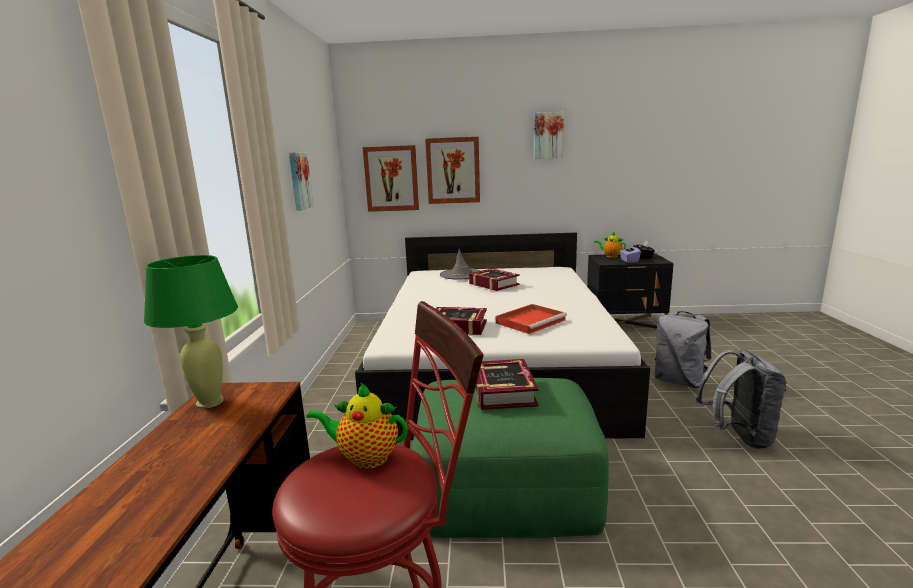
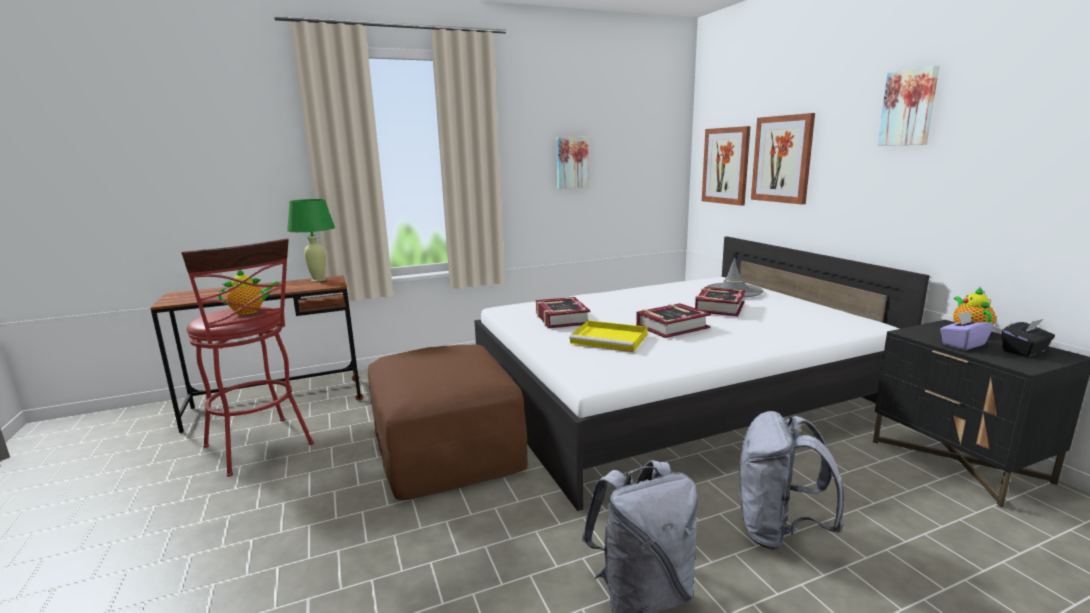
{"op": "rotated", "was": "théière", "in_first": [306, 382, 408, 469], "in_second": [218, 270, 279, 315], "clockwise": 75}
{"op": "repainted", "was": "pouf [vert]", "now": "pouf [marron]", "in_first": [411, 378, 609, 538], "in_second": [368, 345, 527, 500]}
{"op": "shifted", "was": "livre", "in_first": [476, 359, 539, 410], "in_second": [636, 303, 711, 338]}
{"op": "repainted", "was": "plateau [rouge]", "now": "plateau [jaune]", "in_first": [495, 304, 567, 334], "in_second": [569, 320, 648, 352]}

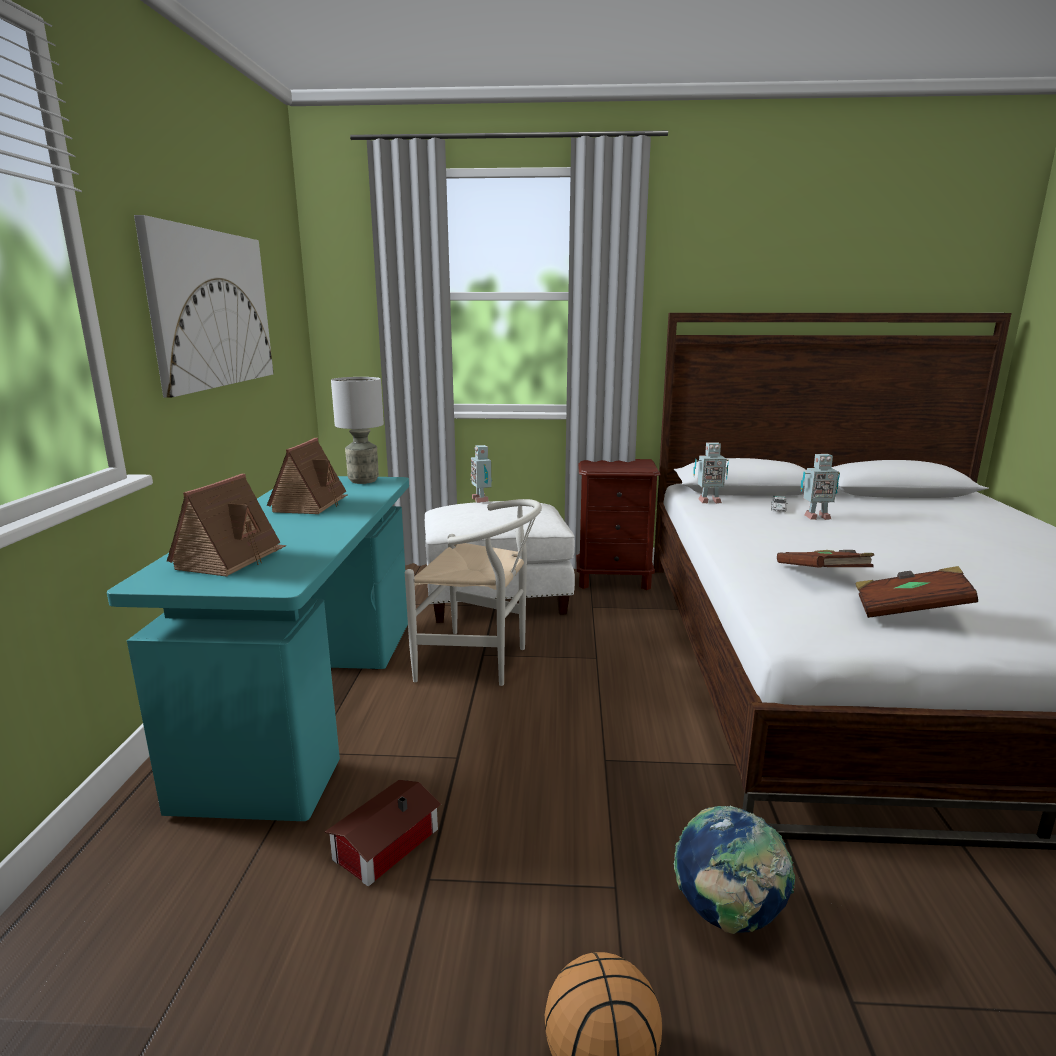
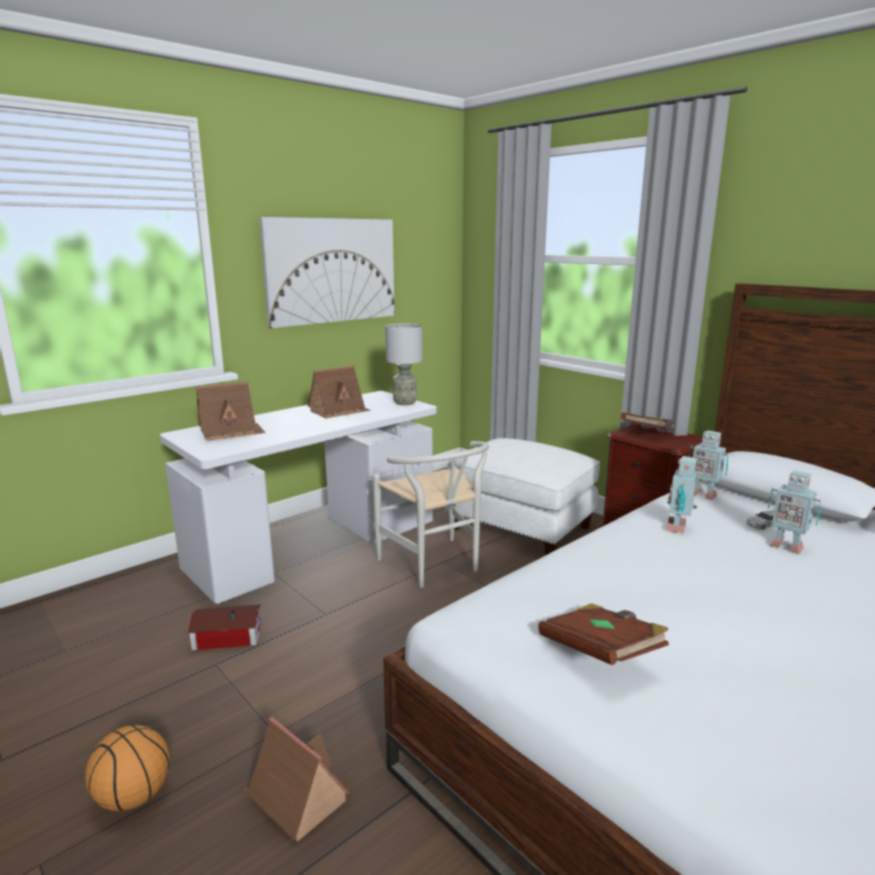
{"op": "repainted", "was": "bureau [turquoise]", "now": "bureau [blanc]", "in_first": [107, 476, 409, 821], "in_second": [160, 391, 437, 604]}
{"op": "shifted", "was": "robot jouet", "in_first": [471, 445, 492, 503], "in_second": [666, 456, 697, 533]}
{"op": "swapped", "was": "globe", "now": "maison miniature", "in_first": [674, 806, 795, 934], "in_second": [244, 717, 351, 842]}
{"op": "shifted", "was": "livre [marron]", "in_first": [777, 550, 874, 568], "in_second": [621, 412, 674, 431]}

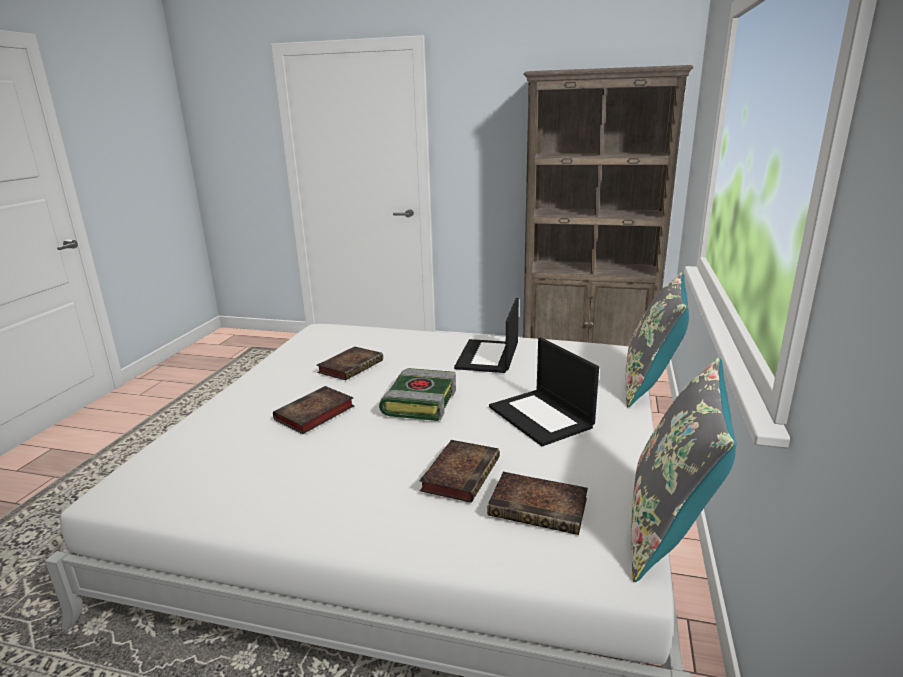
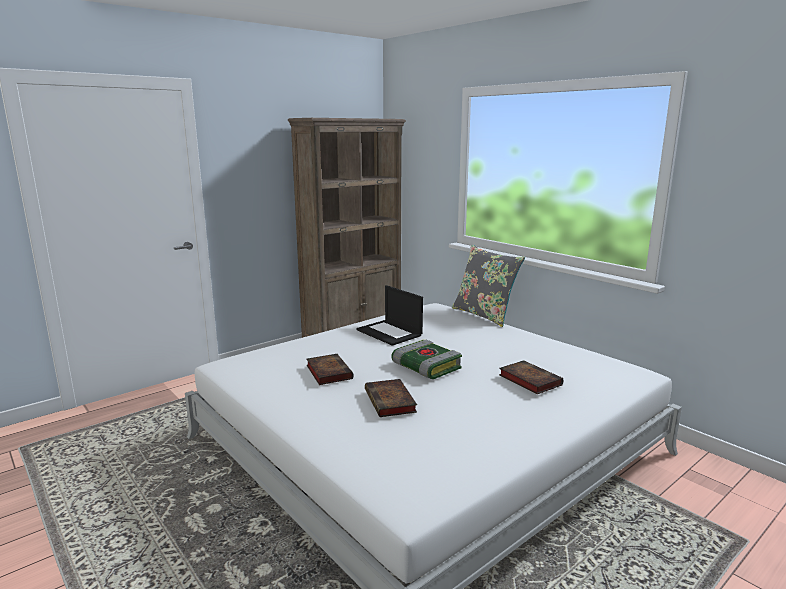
{"op": "gone", "was": "livre", "in_first": [487, 472, 588, 535]}
{"op": "gone", "was": "ordinateur portable", "in_first": [489, 337, 599, 446]}
{"op": "gone", "was": "coussin [gris]", "in_first": [631, 357, 737, 582]}

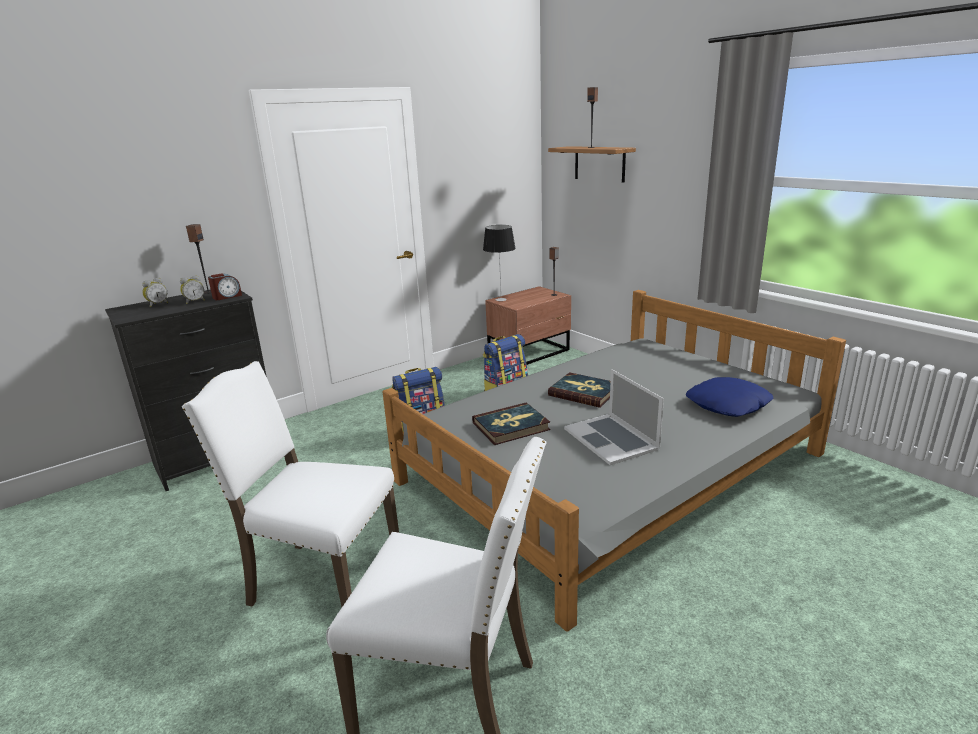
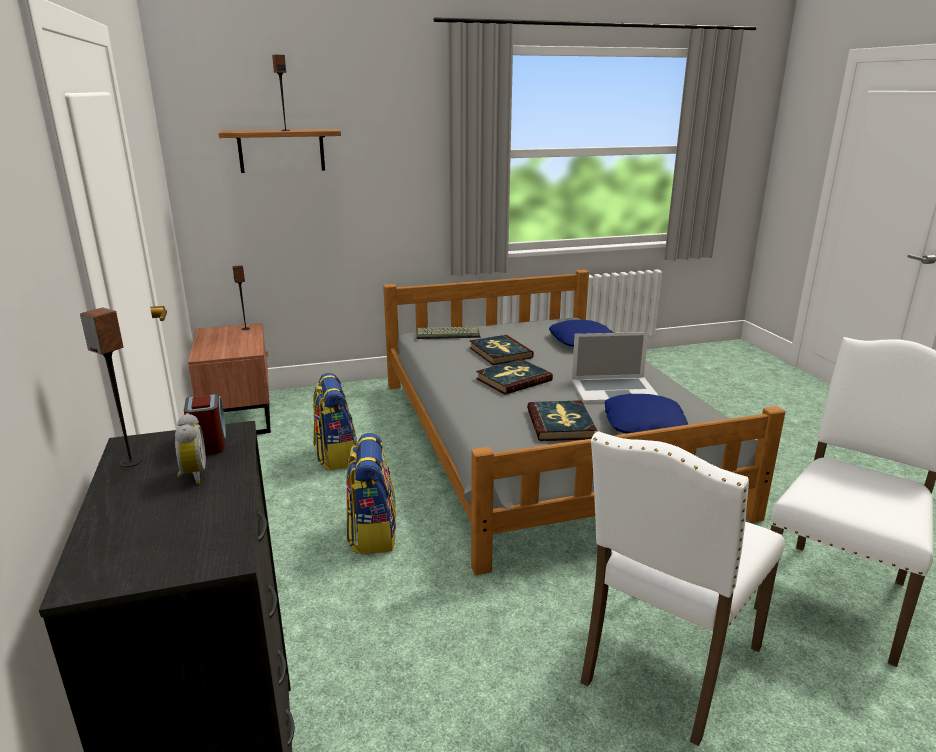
{"op": "gone", "was": "réveil", "in_first": [142, 278, 168, 307]}
{"op": "gone", "was": "lampe de table", "in_first": [483, 225, 516, 301]}
{"op": "new", "now": "clavier", "in_second": [416, 327, 480, 339]}
{"op": "new", "now": "livre", "in_second": [469, 335, 534, 365]}
{"op": "new", "now": "coussin [bleu]", "in_second": [605, 394, 688, 434]}

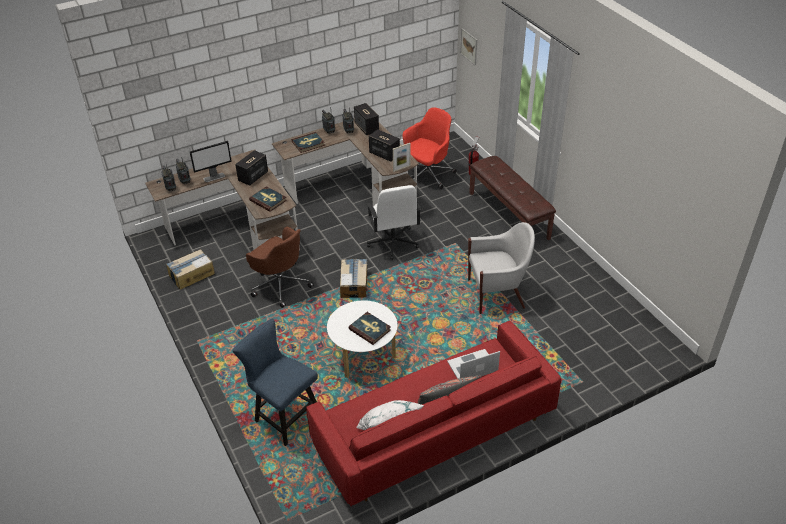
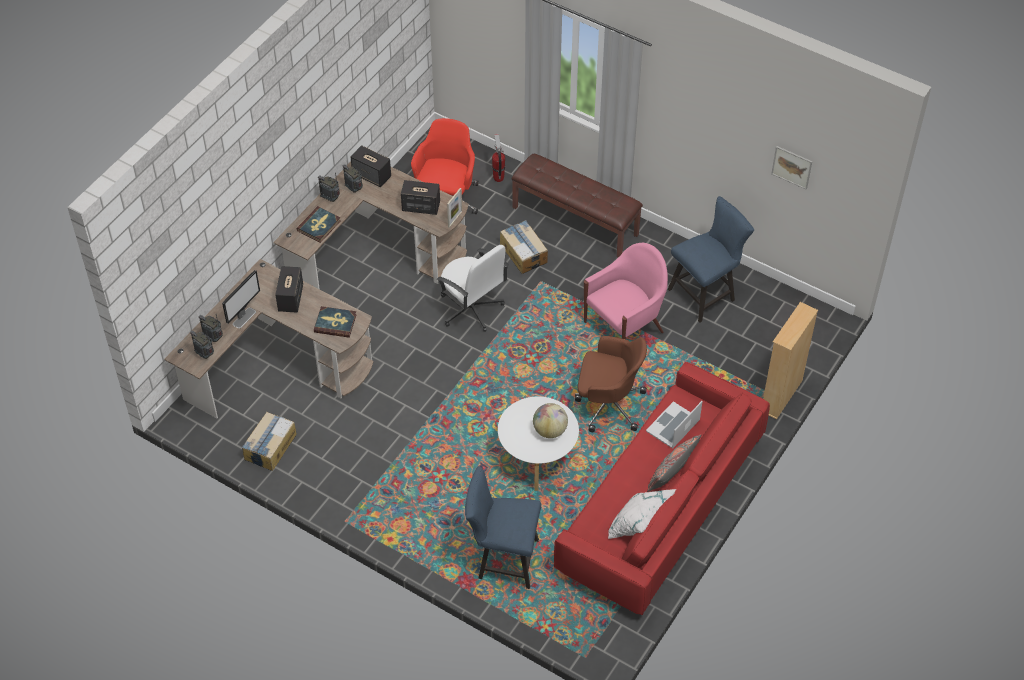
{"op": "shifted", "was": "chaise de bureau [marron]", "in_first": [246, 227, 314, 308], "in_second": [575, 336, 647, 432]}
{"op": "shifted", "was": "carton", "in_first": [340, 259, 367, 298], "in_second": [500, 220, 548, 274]}
{"op": "swapped", "was": "livre", "now": "globe", "in_first": [349, 312, 391, 345], "in_second": [533, 403, 568, 438]}
{"op": "shifted", "was": "tableau", "in_first": [460, 28, 477, 65], "in_second": [771, 146, 812, 189]}
{"op": "repainted", "was": "fauteuil [blanc]", "now": "fauteuil [rose]", "in_first": [468, 222, 535, 314], "in_second": [584, 243, 668, 340]}
{"op": "new", "now": "chaise [bleu]", "in_second": [668, 196, 754, 322]}
{"op": "new", "now": "bibliothèque [beige]", "in_second": [763, 302, 818, 420]}

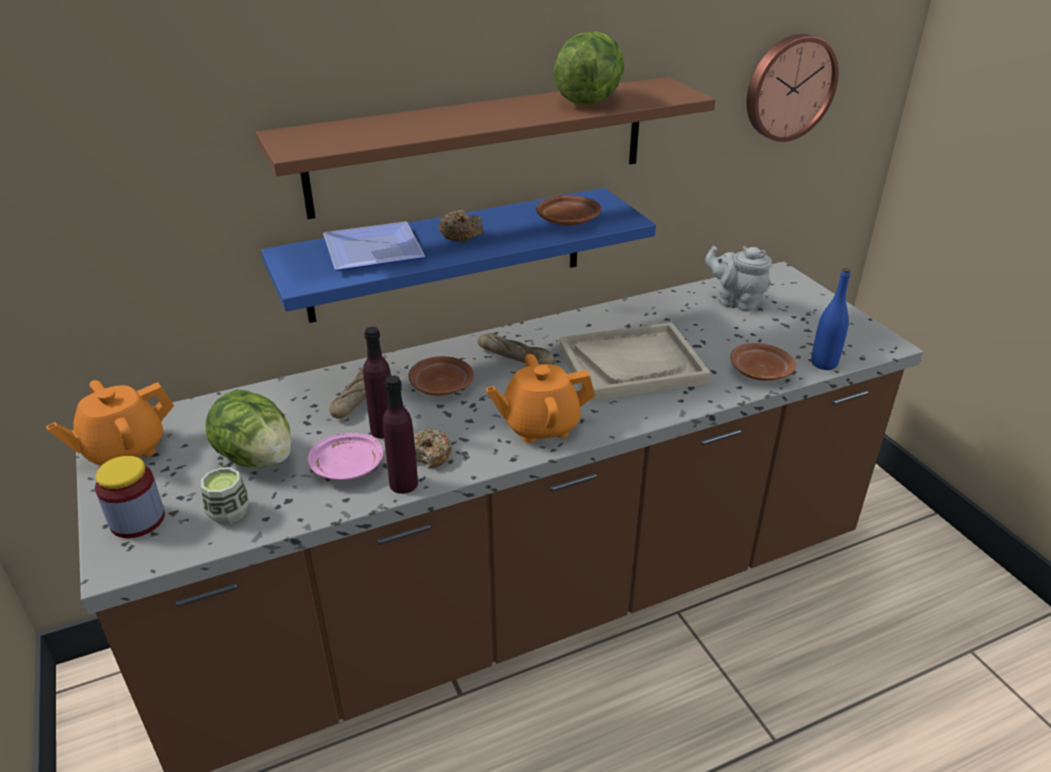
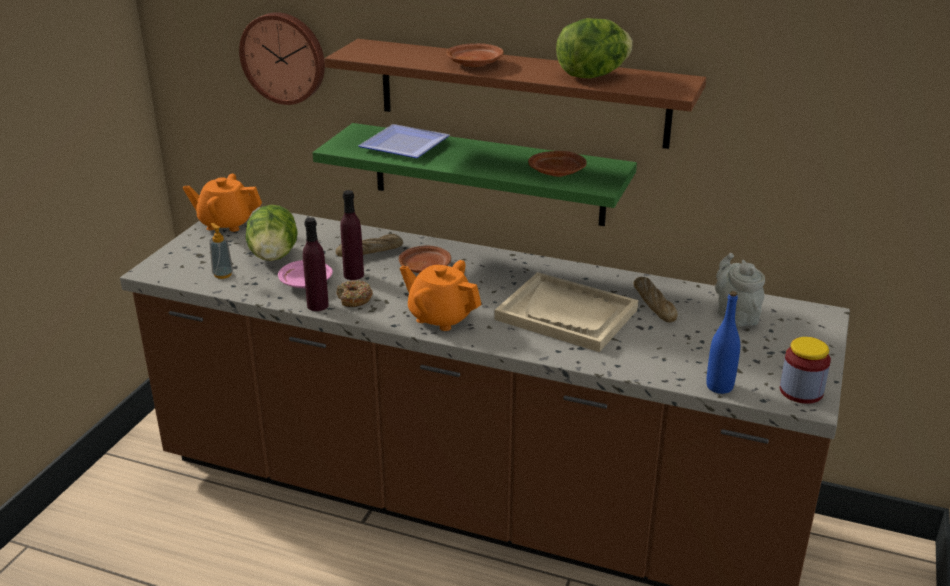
{"op": "shifted", "was": "bocal", "in_first": [95, 456, 165, 538], "in_second": [780, 337, 831, 404]}
{"op": "swapped", "was": "tasse", "now": "distributeur de savon", "in_first": [201, 467, 249, 524], "in_second": [209, 223, 233, 279]}
{"op": "repainted", "was": "étagère [bleu]", "now": "étagère [vert]", "in_first": [261, 188, 656, 323], "in_second": [313, 123, 637, 226]}
{"op": "gone", "was": "beignet", "in_first": [438, 210, 483, 242]}
{"op": "shifted", "was": "pain", "in_first": [477, 333, 555, 365], "in_second": [634, 277, 678, 322]}
{"op": "shifted", "was": "assiette [marron]", "in_first": [730, 343, 796, 381], "in_second": [446, 43, 504, 67]}
{"op": "shifted", "was": "horloge murale", "in_first": [747, 34, 839, 142], "in_second": [239, 12, 325, 105]}

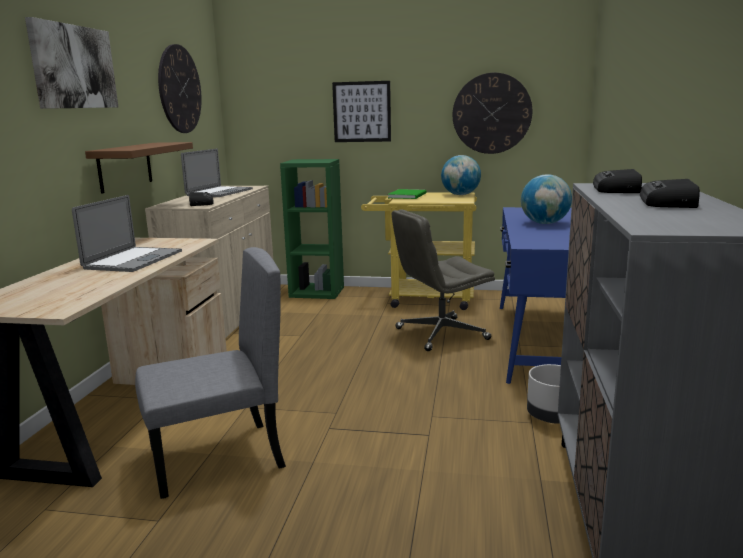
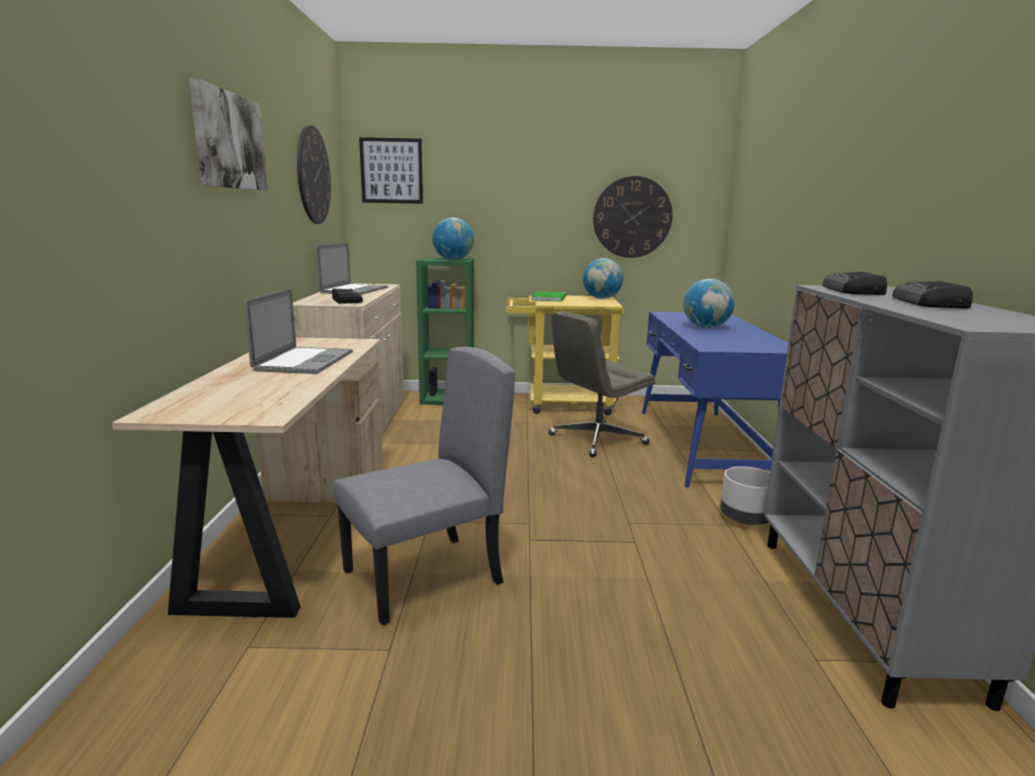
{"op": "gone", "was": "étagère [marron]", "in_first": [85, 142, 193, 194]}
{"op": "shifted", "was": "tableau", "in_first": [332, 81, 391, 142], "in_second": [359, 137, 423, 204]}
{"op": "new", "now": "globe", "in_second": [432, 218, 474, 260]}

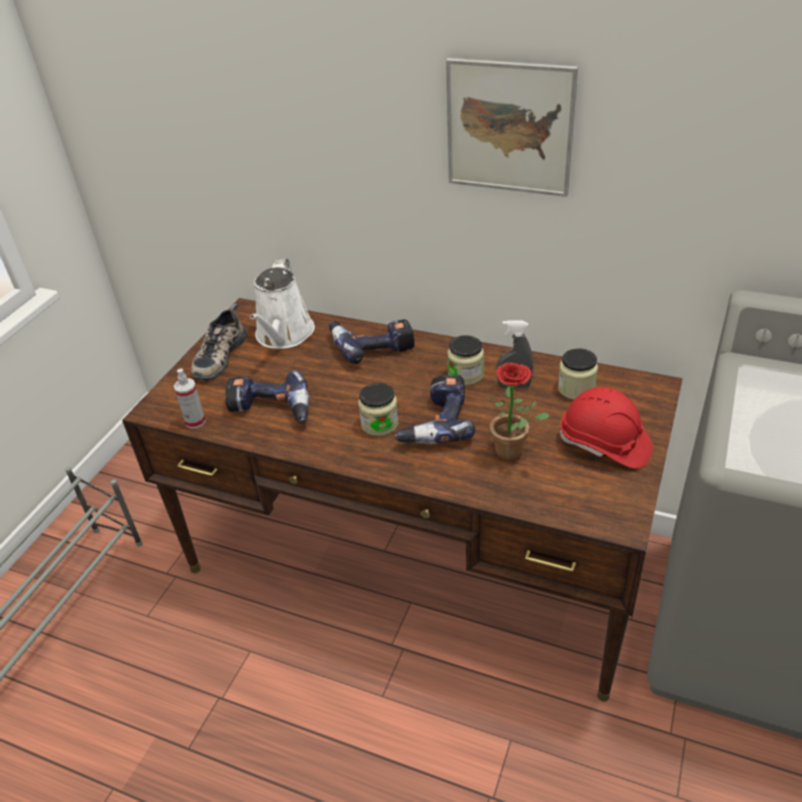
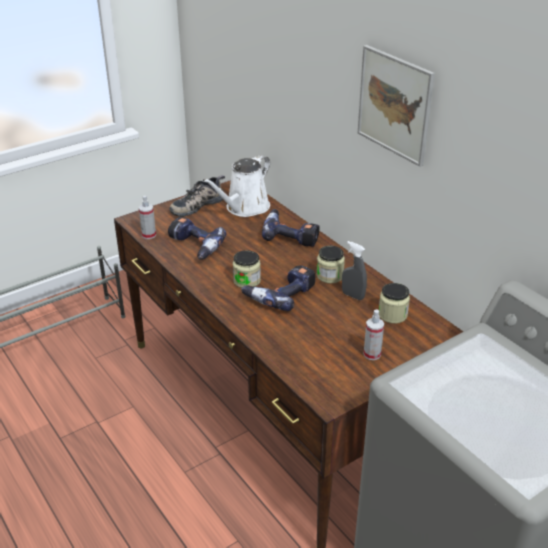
{"op": "gone", "was": "plante en pot", "in_first": [486, 363, 549, 461]}
{"op": "swapped", "was": "casque de chantier [rouge]", "now": "vaporisateur", "in_first": [559, 387, 653, 469], "in_second": [364, 309, 384, 360]}

